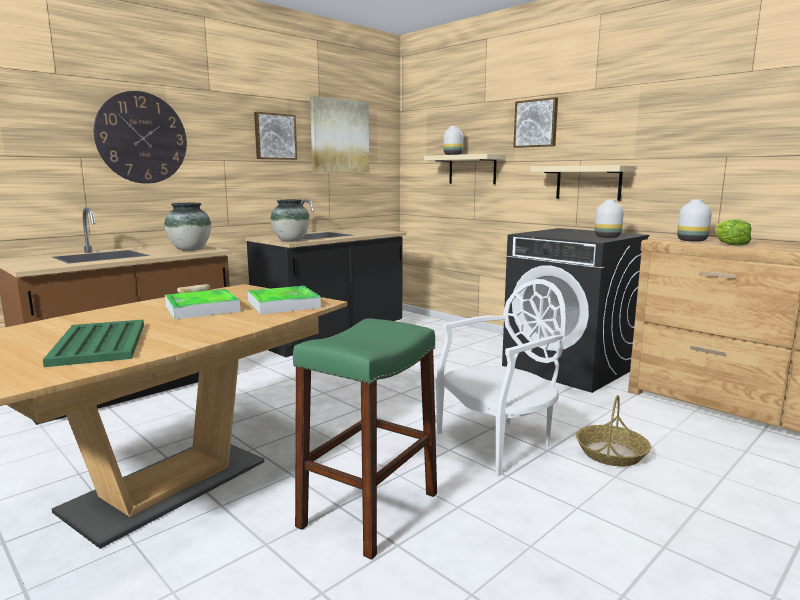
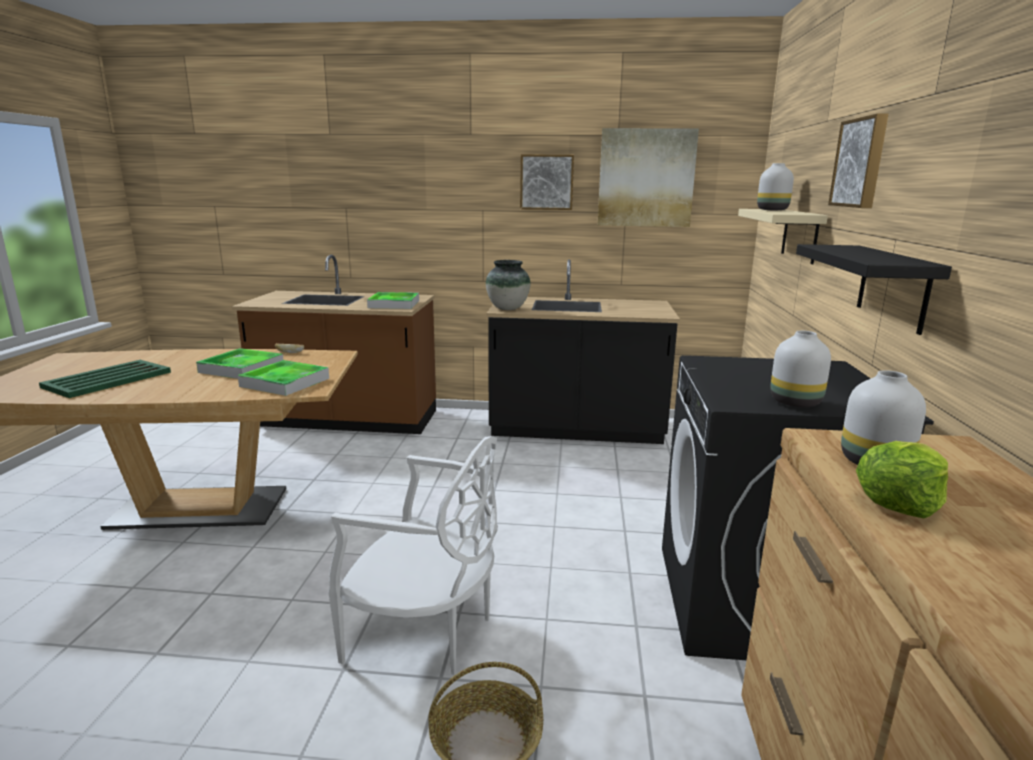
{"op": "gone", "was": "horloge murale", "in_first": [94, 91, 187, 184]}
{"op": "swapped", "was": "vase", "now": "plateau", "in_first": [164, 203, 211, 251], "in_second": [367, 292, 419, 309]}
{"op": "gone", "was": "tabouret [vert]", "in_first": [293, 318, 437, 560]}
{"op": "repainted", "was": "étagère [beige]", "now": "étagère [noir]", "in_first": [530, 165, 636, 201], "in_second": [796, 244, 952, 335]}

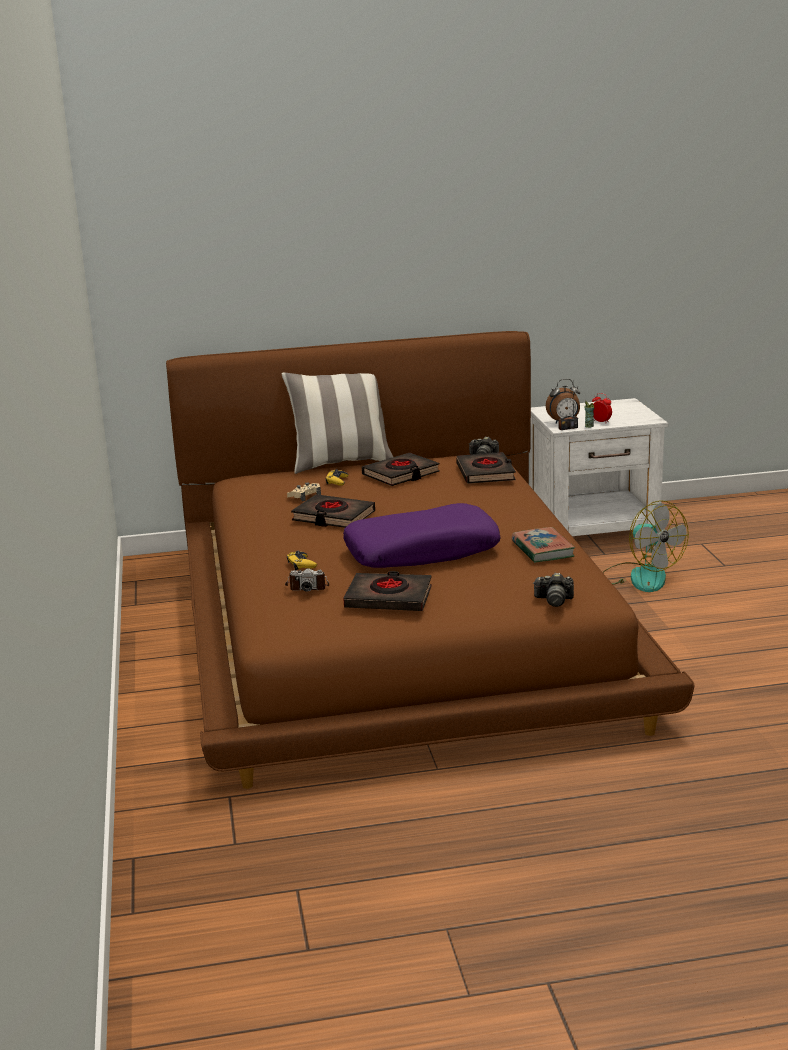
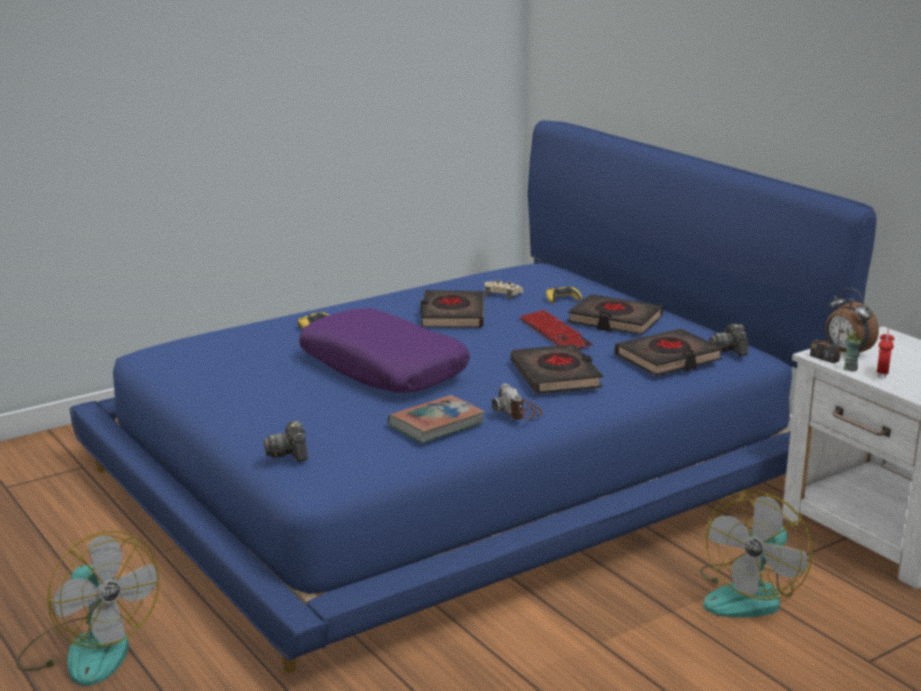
{"op": "repainted", "was": "lit [marron]", "now": "lit [bleu]", "in_first": [166, 331, 695, 789], "in_second": [70, 120, 877, 673]}
{"op": "gone", "was": "coussin", "in_first": [282, 373, 393, 474]}
{"op": "shifted", "was": "appareil photo", "in_first": [285, 568, 329, 592], "in_second": [492, 383, 543, 420]}
{"op": "shifted", "was": "livre [noir]", "in_first": [343, 571, 432, 611], "in_second": [511, 344, 603, 394]}
{"op": "new", "now": "ventilateur", "in_second": [16, 531, 159, 686]}
{"op": "new", "now": "clavier", "in_second": [519, 309, 593, 349]}

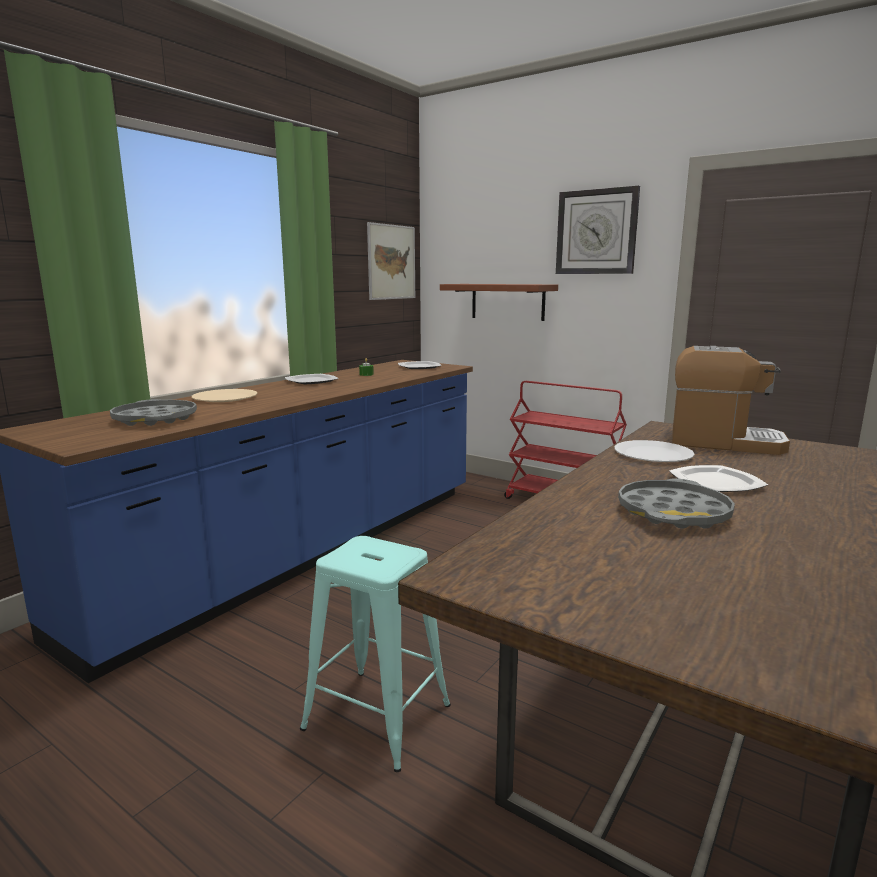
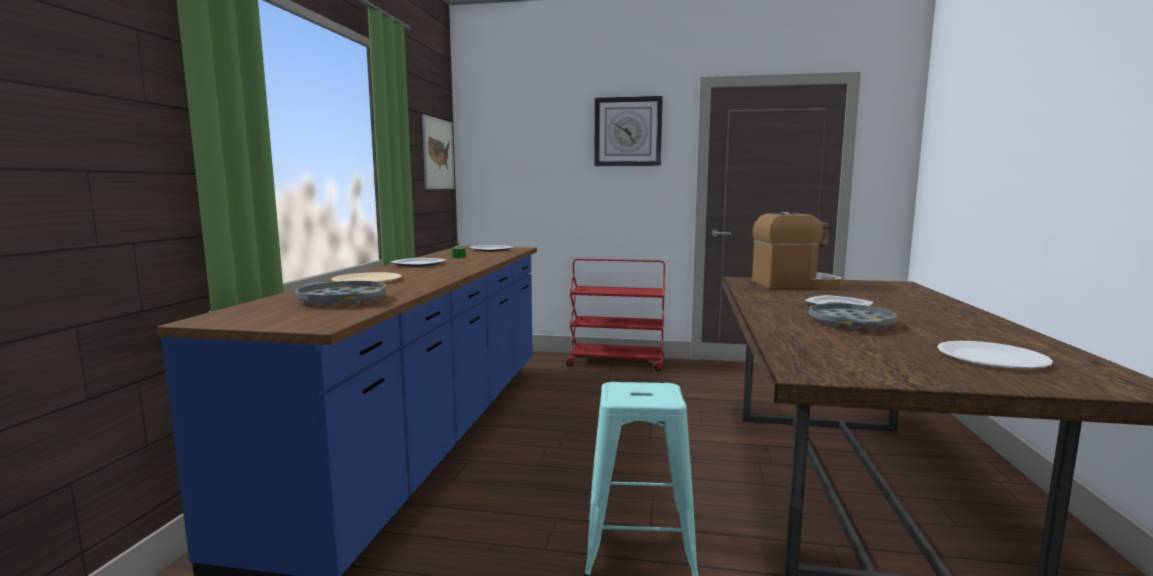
{"op": "gone", "was": "étagère [marron]", "in_first": [440, 284, 558, 321]}
{"op": "shifted", "was": "assiette [blanc]", "in_first": [614, 440, 695, 462], "in_second": [937, 341, 1053, 369]}

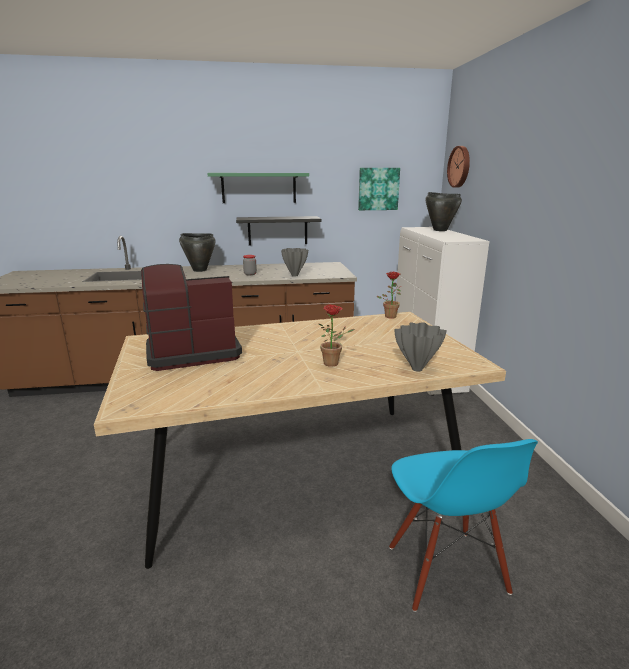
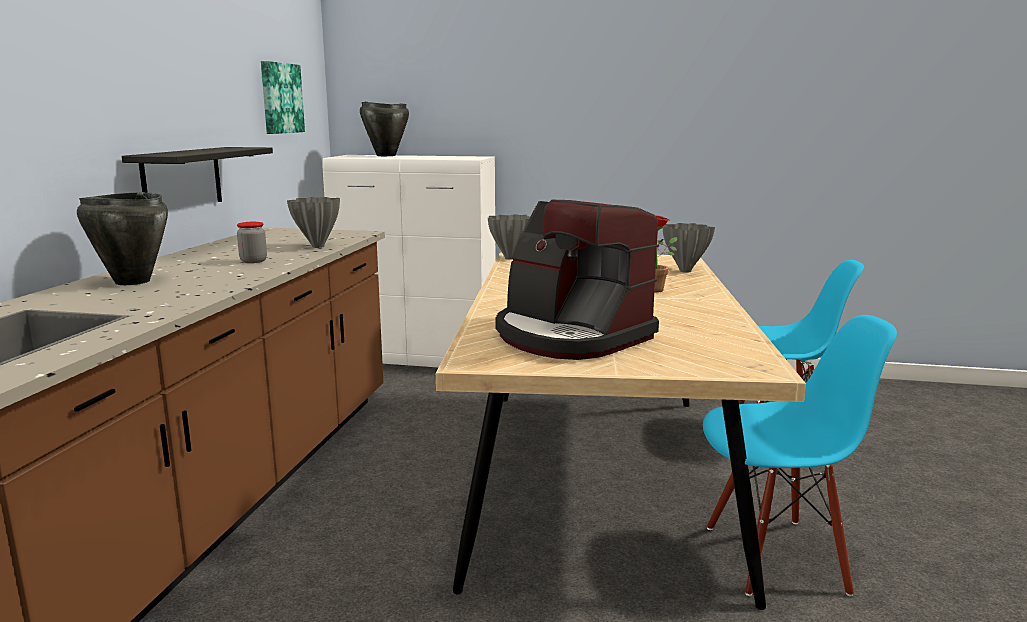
{"op": "rotated", "was": "machine à café", "in_first": [141, 264, 242, 371], "in_second": [496, 200, 659, 360], "clockwise": -45}
{"op": "gone", "was": "étagère [vert]", "in_first": [207, 173, 309, 203]}
{"op": "swapped", "was": "plante en pot", "now": "vase [gris]", "in_first": [376, 272, 401, 319], "in_second": [488, 214, 530, 260]}
{"op": "gone", "was": "horloge murale", "in_first": [447, 146, 470, 188]}
{"op": "new", "now": "chaise [bleu]", "in_second": [703, 315, 897, 596]}

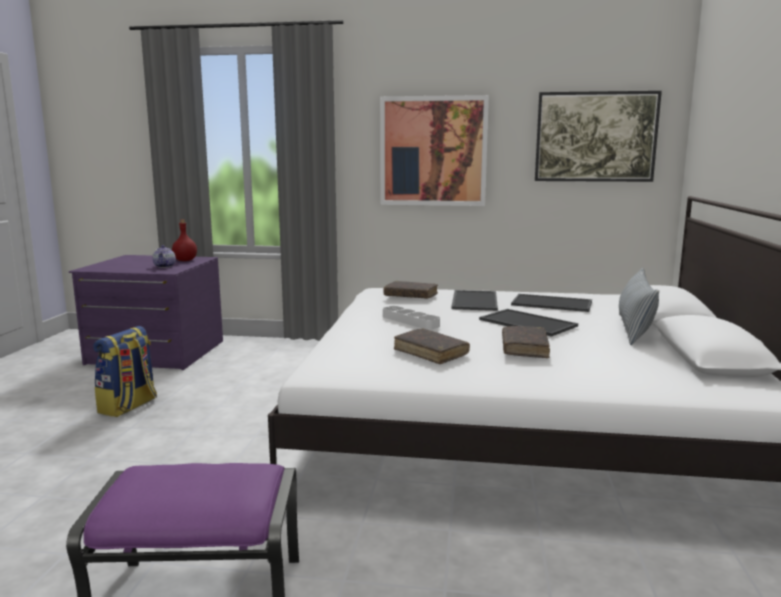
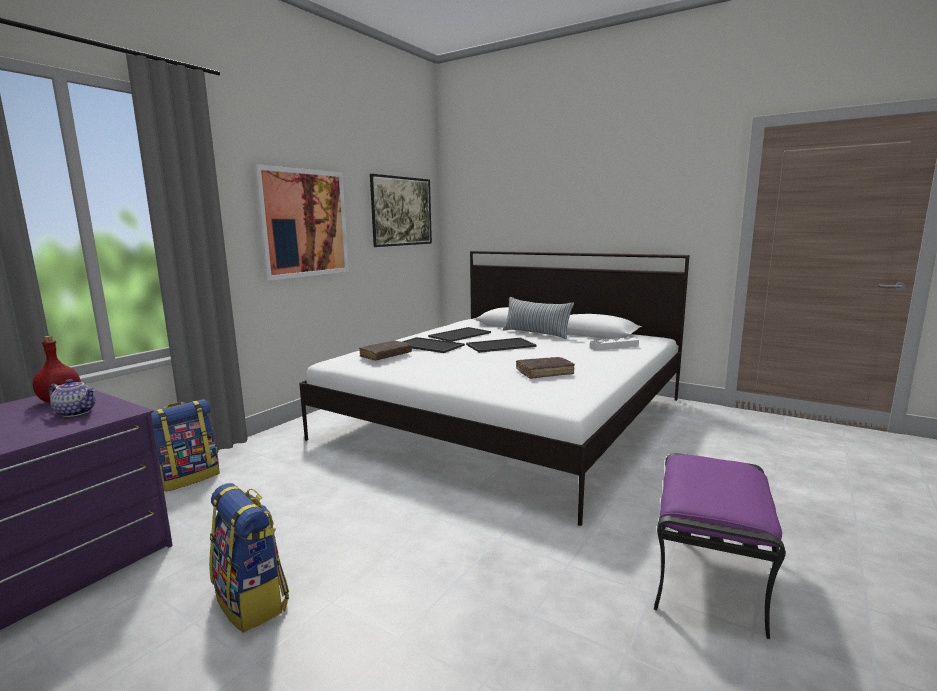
{"op": "shifted", "was": "plateau [blanc]", "in_first": [383, 306, 440, 330], "in_second": [590, 337, 639, 351]}
{"op": "gone", "was": "livre [marron]", "in_first": [502, 326, 550, 358]}
{"op": "new", "now": "sac à dos", "in_second": [151, 399, 220, 492]}

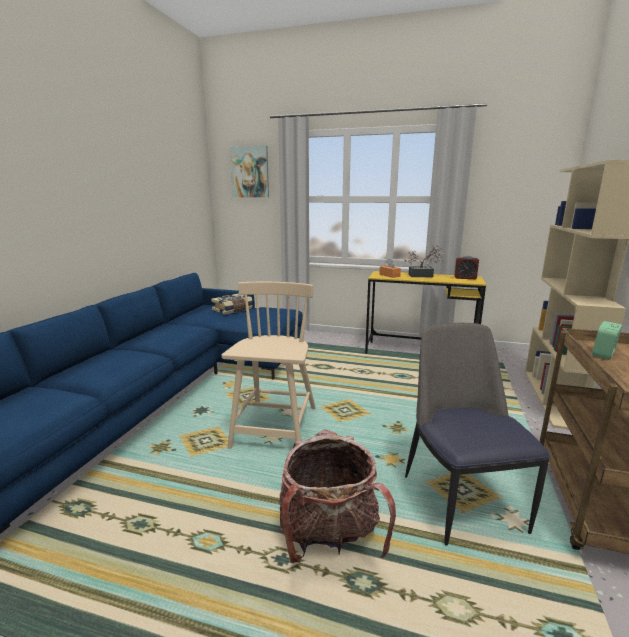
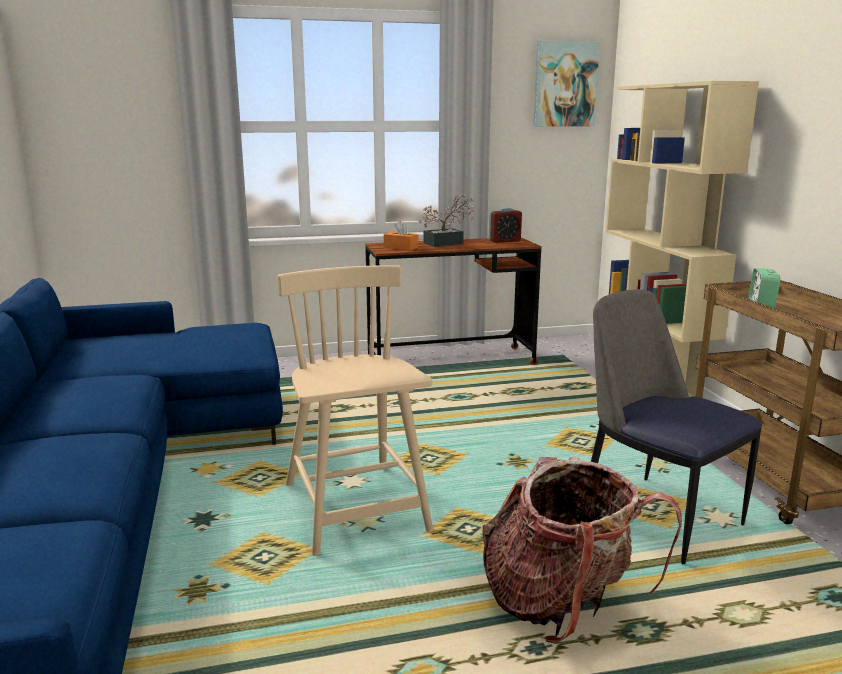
{"op": "gone", "was": "livre", "in_first": [211, 293, 253, 315]}
{"op": "shifted", "was": "tableau", "in_first": [230, 145, 269, 198], "in_second": [533, 40, 600, 127]}
{"op": "repainted", "was": "bureau [jaune]", "now": "bureau [marron]", "in_first": [365, 271, 486, 354], "in_second": [365, 238, 542, 365]}

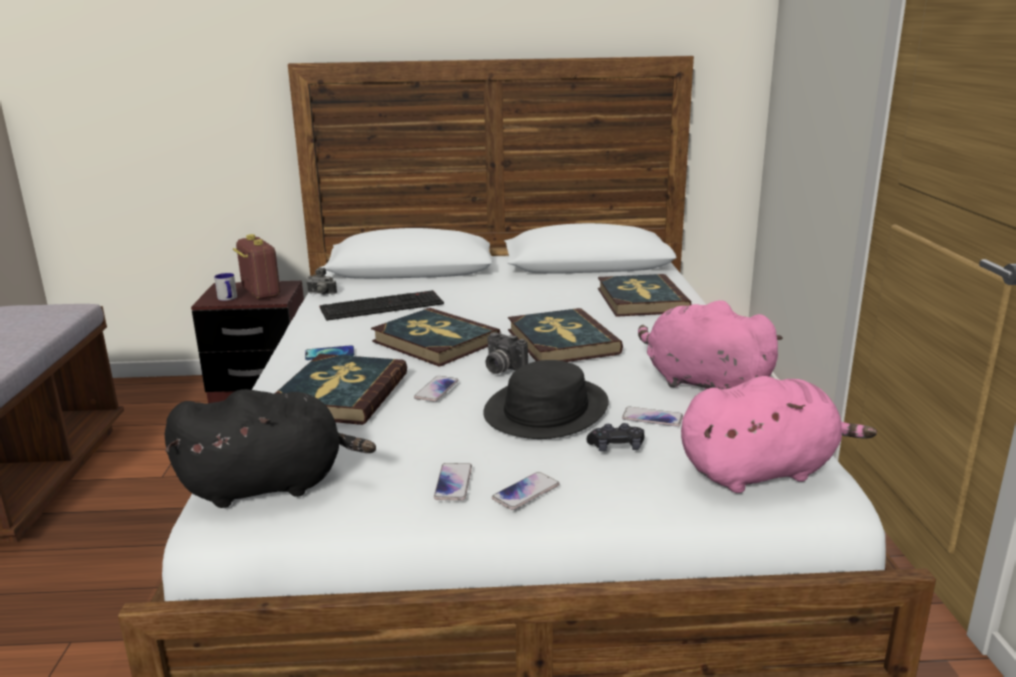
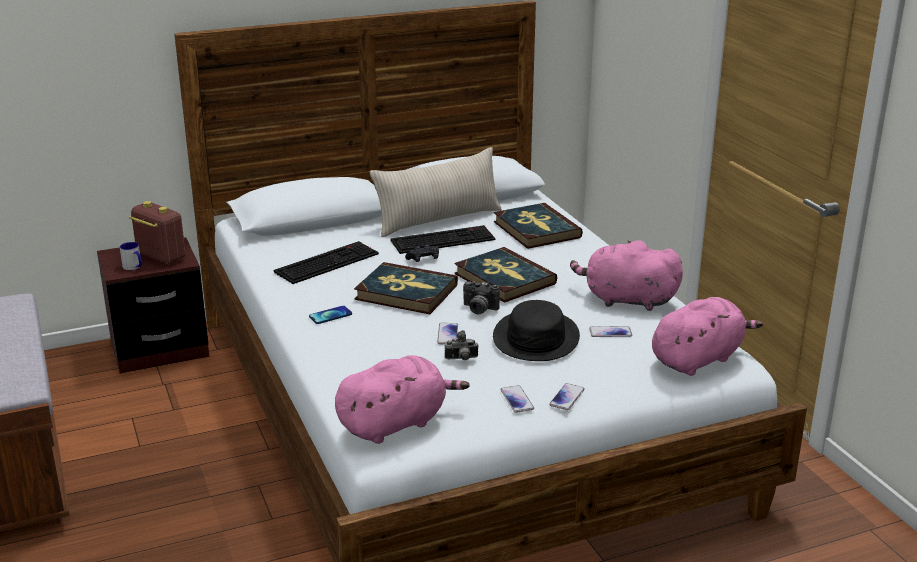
{"op": "repainted", "was": "peluche [noir]", "now": "peluche [rose]", "in_first": [164, 389, 376, 508], "in_second": [335, 355, 470, 444]}
{"op": "gone", "was": "livre", "in_first": [275, 354, 407, 425]}
{"op": "shifted", "was": "appareil photo", "in_first": [306, 267, 337, 295], "in_second": [445, 330, 479, 360]}
{"op": "shifted", "was": "manette [noir]", "in_first": [587, 423, 645, 451], "in_second": [405, 245, 439, 262]}
{"op": "new", "now": "coussin [beige]", "in_second": [370, 147, 502, 237]}
{"op": "new", "now": "clavier", "in_second": [391, 225, 495, 254]}

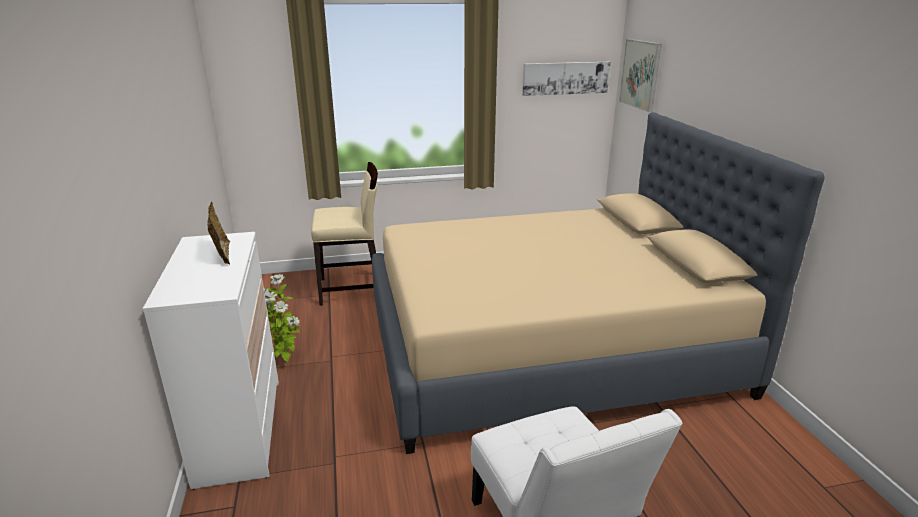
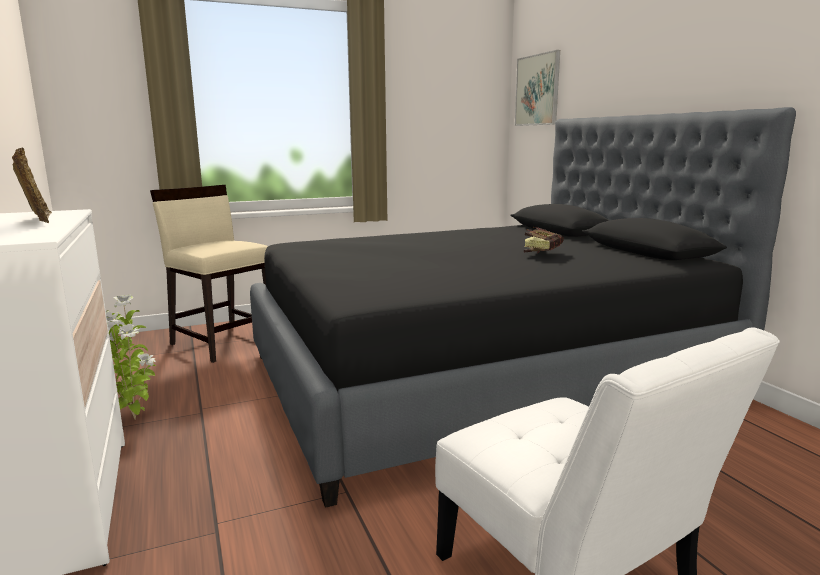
{"op": "rotated", "was": "chaise [beige]", "in_first": [311, 162, 378, 306], "in_second": [150, 185, 268, 363], "clockwise": -120}
{"op": "repainted", "was": "lit [beige]", "now": "lit [noir]", "in_first": [372, 112, 825, 454], "in_second": [250, 107, 796, 508]}
{"op": "gone", "was": "tableau", "in_first": [522, 62, 611, 96]}
{"op": "new", "now": "livre", "in_second": [524, 227, 564, 253]}

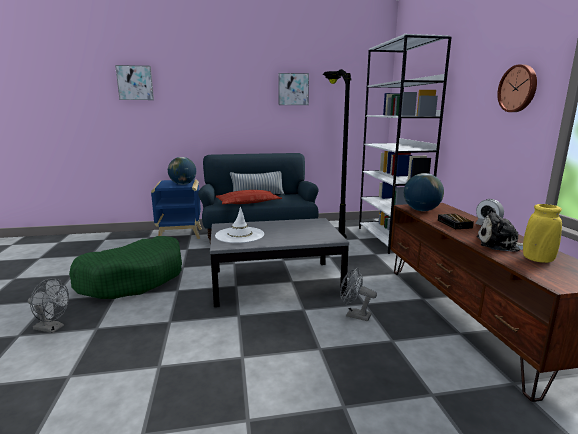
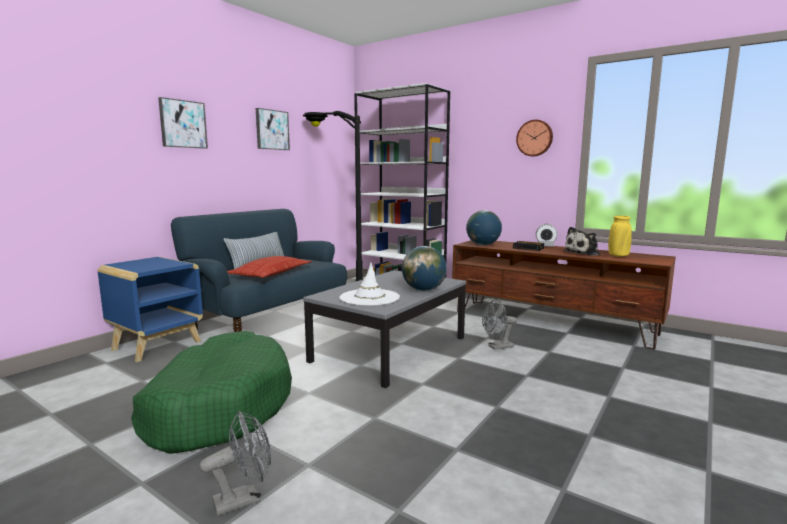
{"op": "shifted", "was": "tableau", "in_first": [115, 65, 154, 100], "in_second": [158, 97, 208, 149]}
{"op": "shifted", "was": "globe", "in_first": [168, 157, 196, 185], "in_second": [402, 246, 447, 291]}

